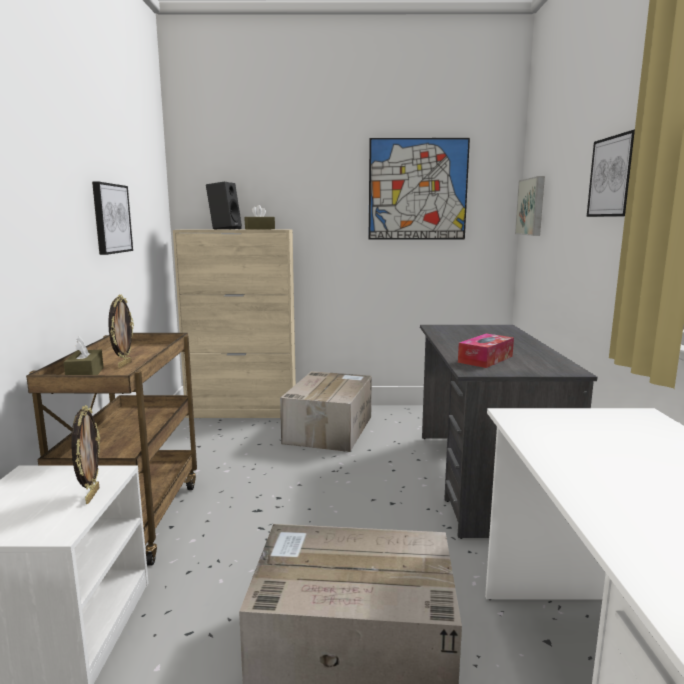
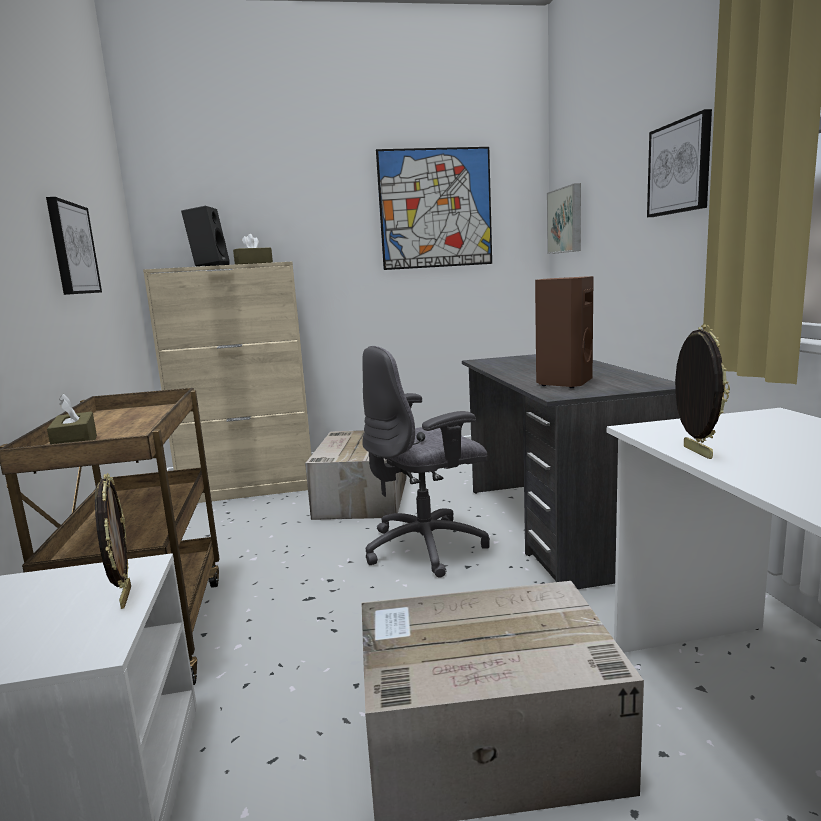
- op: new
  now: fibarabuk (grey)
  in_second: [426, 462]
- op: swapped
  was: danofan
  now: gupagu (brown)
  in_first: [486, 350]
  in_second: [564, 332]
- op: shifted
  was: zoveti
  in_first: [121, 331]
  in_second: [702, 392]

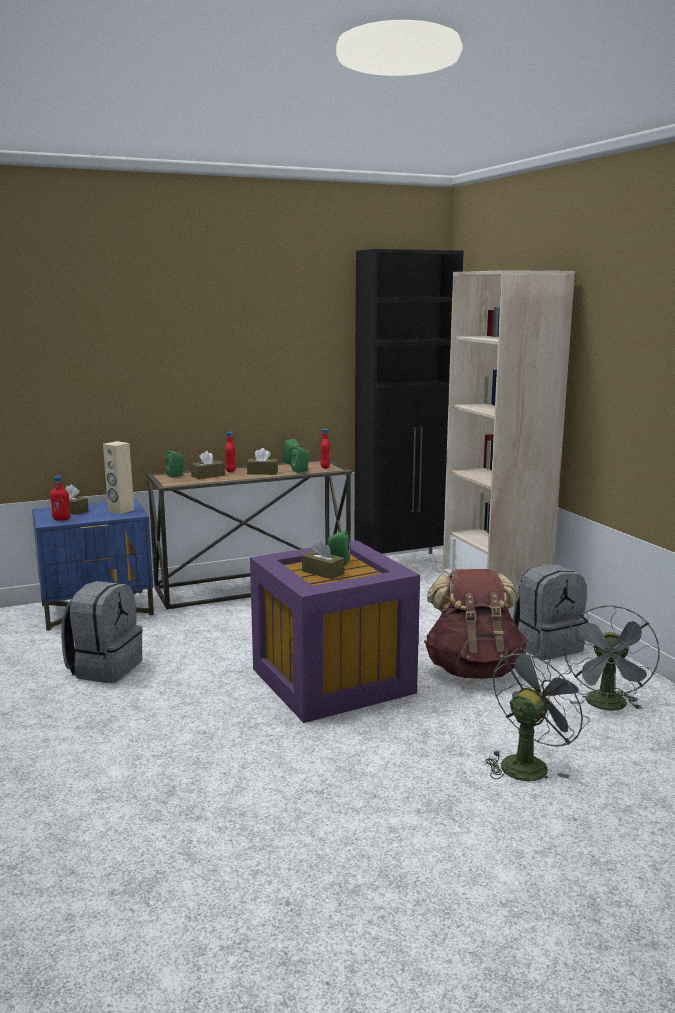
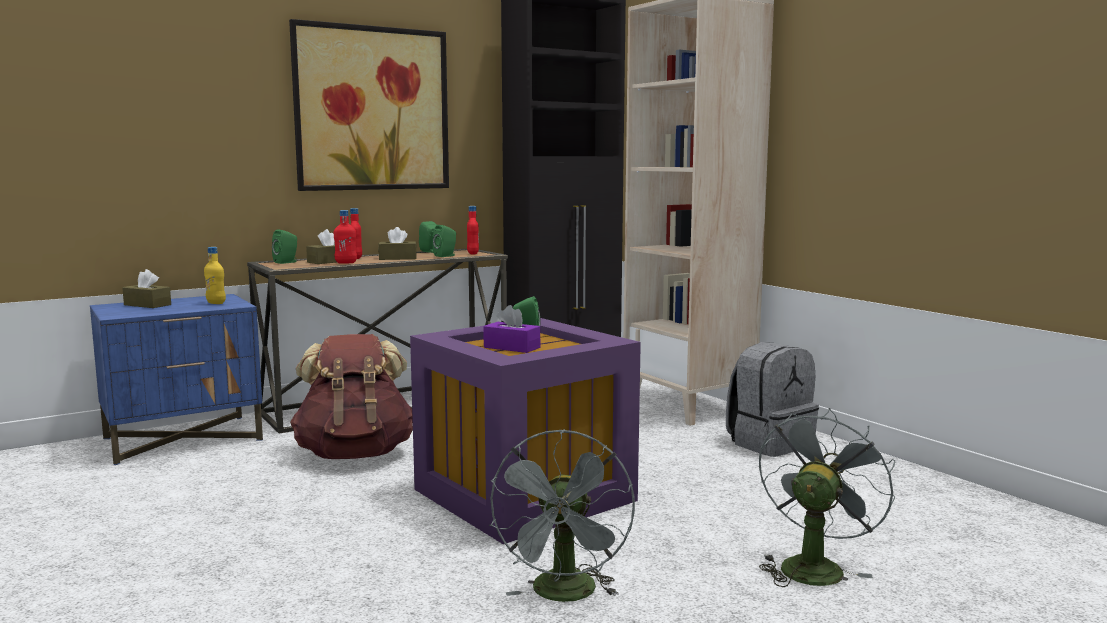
- op: swapped
  was: gupagu (beige)
  now: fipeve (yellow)
  in_first: [118, 477]
  in_second: [215, 275]
- op: new
  now: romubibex
  in_second: [369, 105]
- op: shifted
  was: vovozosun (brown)
  in_first: [475, 624]
  in_second: [351, 396]
- op: shifted
  was: fipeve (red)
  in_first: [60, 498]
  in_second: [345, 237]
- op: repainted
  was: danofan (brown)
  now: danofan (purple)
  in_first: [323, 560]
  in_second: [511, 329]
- op: shifted
  was: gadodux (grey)
  in_first: [612, 658]
  in_second: [562, 515]
- op: gone
  was: vovozosun (grey)
  in_first: [101, 632]

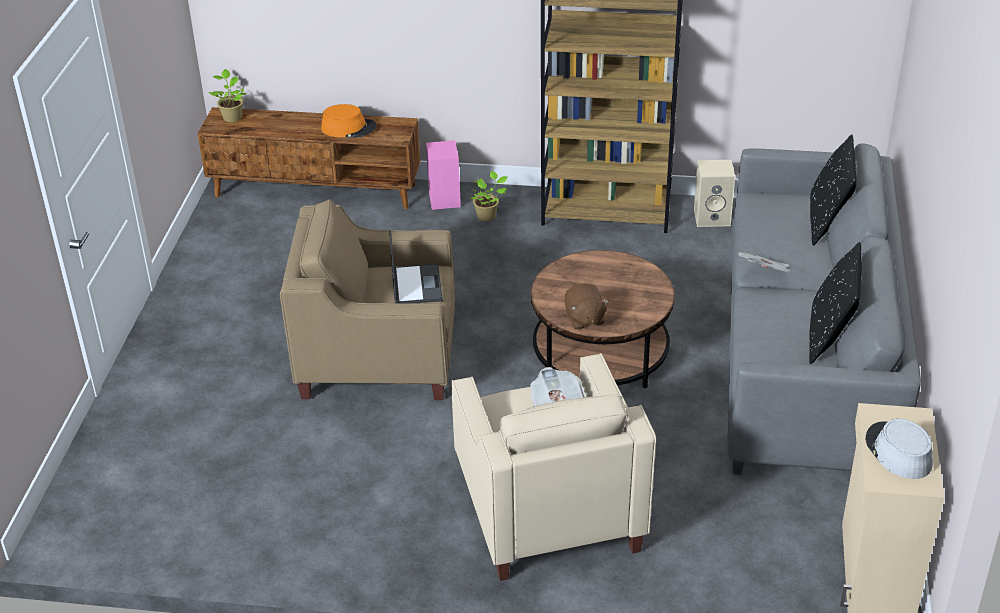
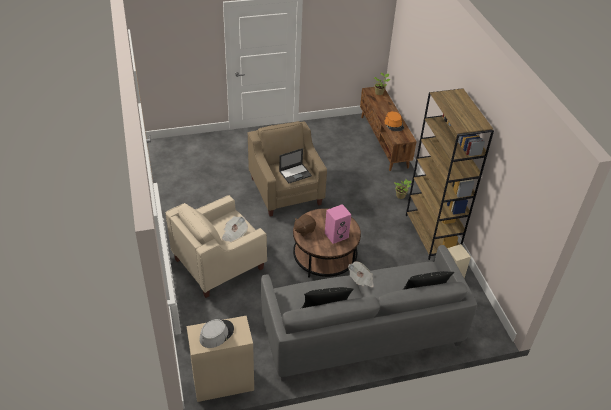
- op: shifted
  was: gupagu (pink)
  in_first: [443, 175]
  in_second: [338, 224]

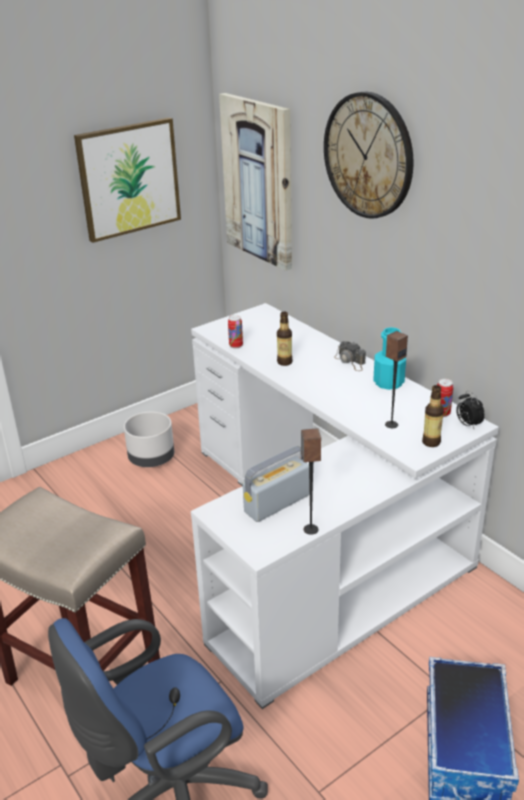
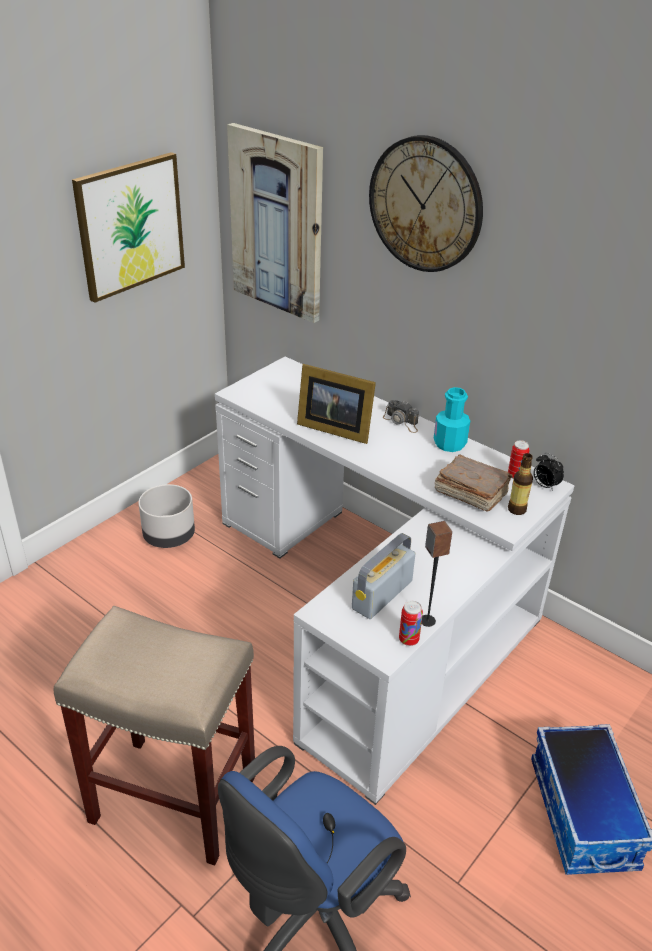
- op: swapped
  was: fipeve
  now: zoveti
  in_first: [284, 339]
  in_second: [336, 404]
- op: shifted
  was: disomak
  in_first: [235, 331]
  in_second: [411, 623]
- op: swapped
  was: gupagu
  now: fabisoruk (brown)
  in_first: [396, 379]
  in_second: [474, 483]

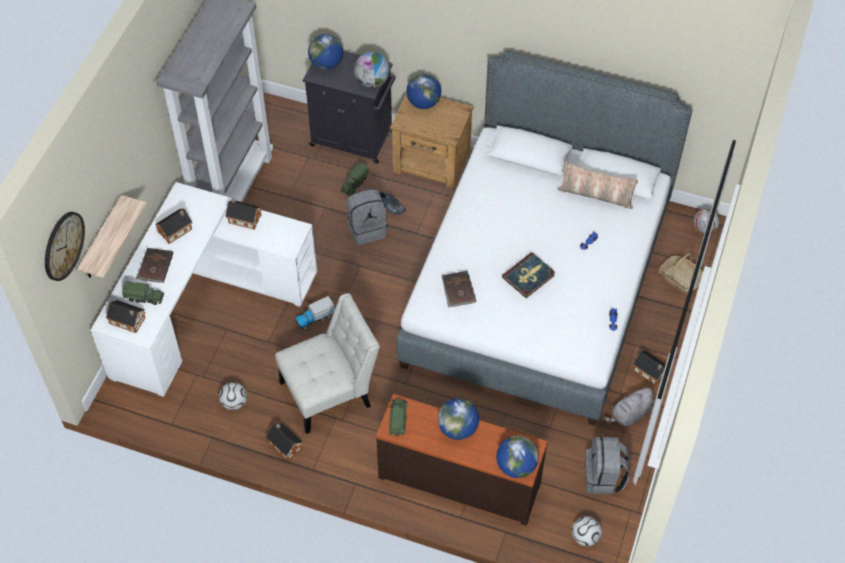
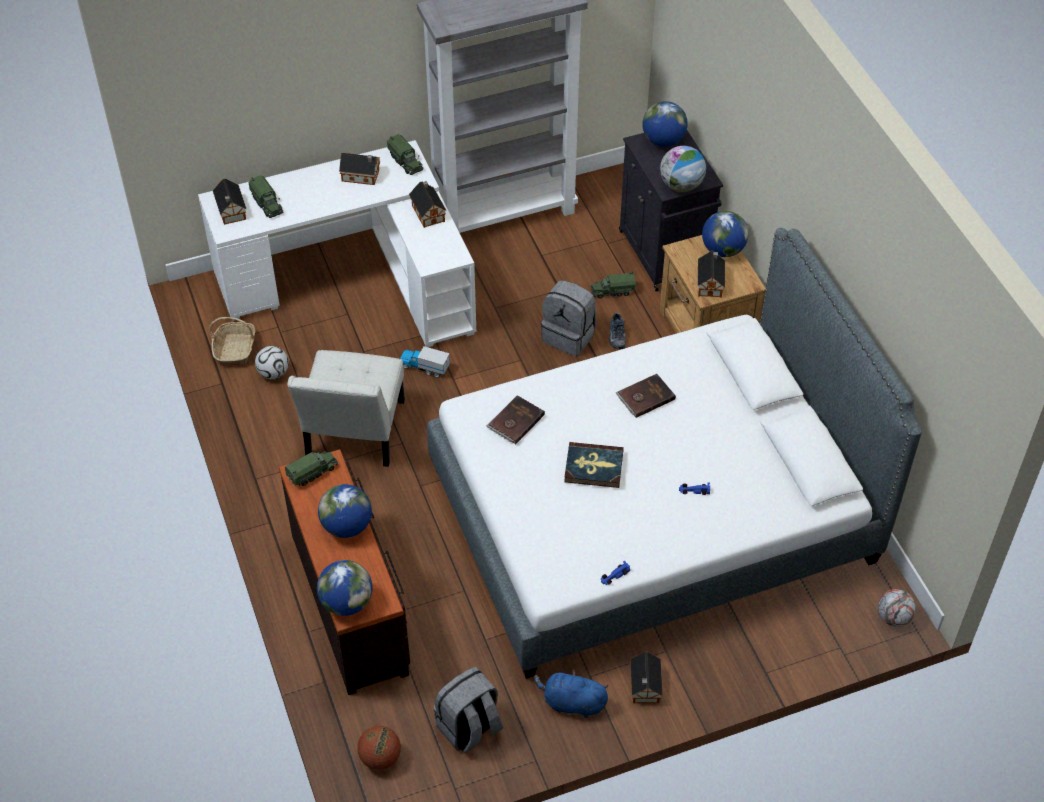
- op: shifted
  was: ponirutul
  in_first: [681, 273]
  in_second: [232, 341]
- op: rotated
  was: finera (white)
  in_first: [327, 363]
  in_second: [346, 408]
  clockwise: 75
- op: swapped
  was: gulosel
  now: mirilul
  in_first: [587, 531]
  in_second: [379, 748]
- op: new
  now: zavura
  in_second: [405, 154]
- op: repainted
  was: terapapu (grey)
  now: terapapu (blue)
  in_first: [629, 406]
  in_second: [571, 693]
- op: shifted
  was: fabisoruk (brown)
  in_first: [154, 265]
  in_second: [646, 396]
- op: shifted
  was: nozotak
  in_first: [284, 442]
  in_second: [711, 274]
- op: gone
  was: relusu
  in_first: [65, 246]
- op: gone
  was: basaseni
  in_first: [112, 236]
- op: gone
  was: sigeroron
  in_first: [598, 185]

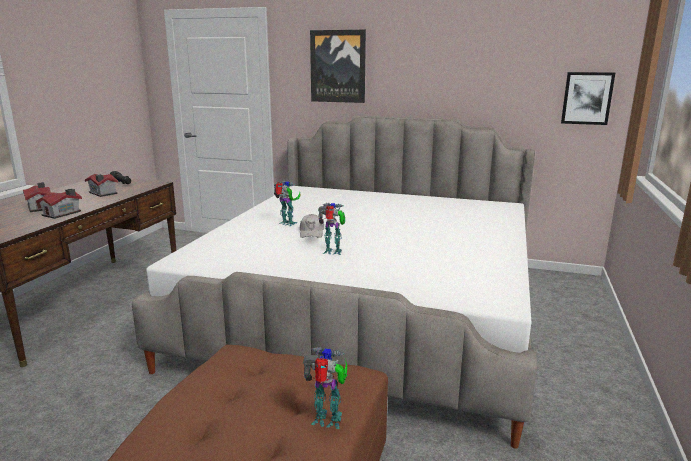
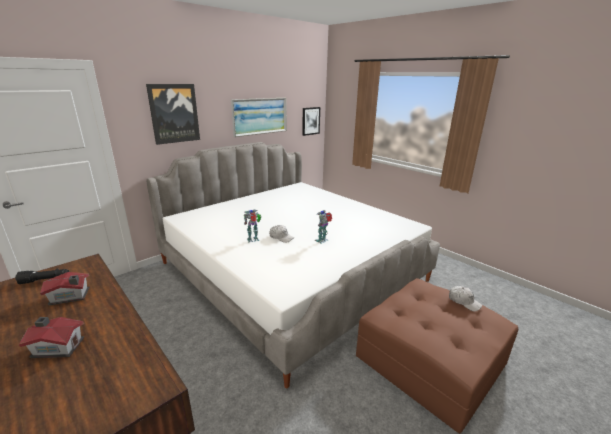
- op: new
  now: romubibex
  in_second: [259, 117]
- op: swapped
  was: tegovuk
  now: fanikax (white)
  in_first: [325, 388]
  in_second: [465, 299]
- op: gone
  was: nozotak
  in_first: [59, 204]

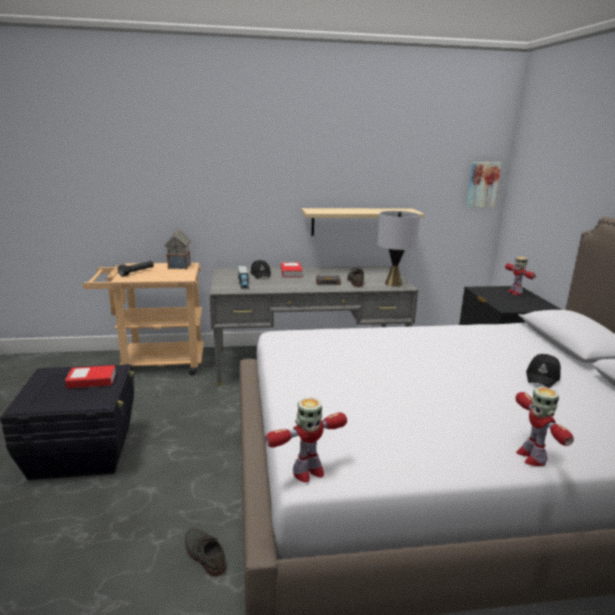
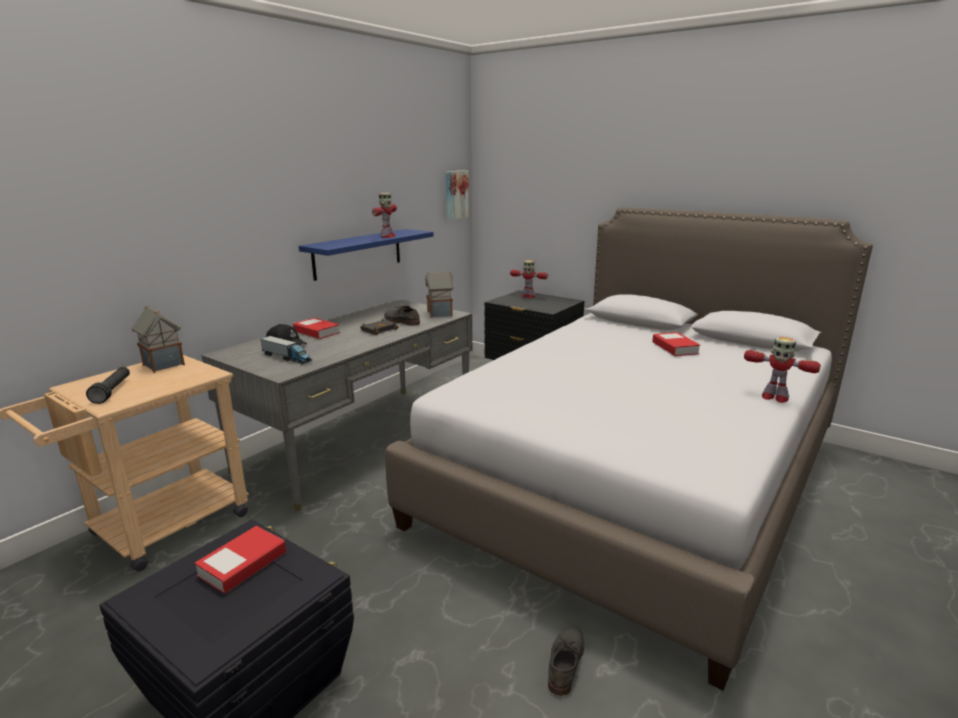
- op: repainted
  was: basaseni (beige)
  now: basaseni (blue)
  in_first: [363, 222]
  in_second: [366, 255]
- op: shifted
  was: tegovuk
  in_first: [306, 440]
  in_second: [384, 215]
- op: swapped
  was: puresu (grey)
  now: nozotak
  in_first: [398, 249]
  in_second: [439, 294]
- op: rotated
  was: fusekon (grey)
  in_first: [205, 552]
  in_second: [566, 661]
  clockwise: 105
- op: swapped
  was: fanikax (black)
  now: fabisoruk
  in_first: [543, 371]
  in_second: [676, 344]

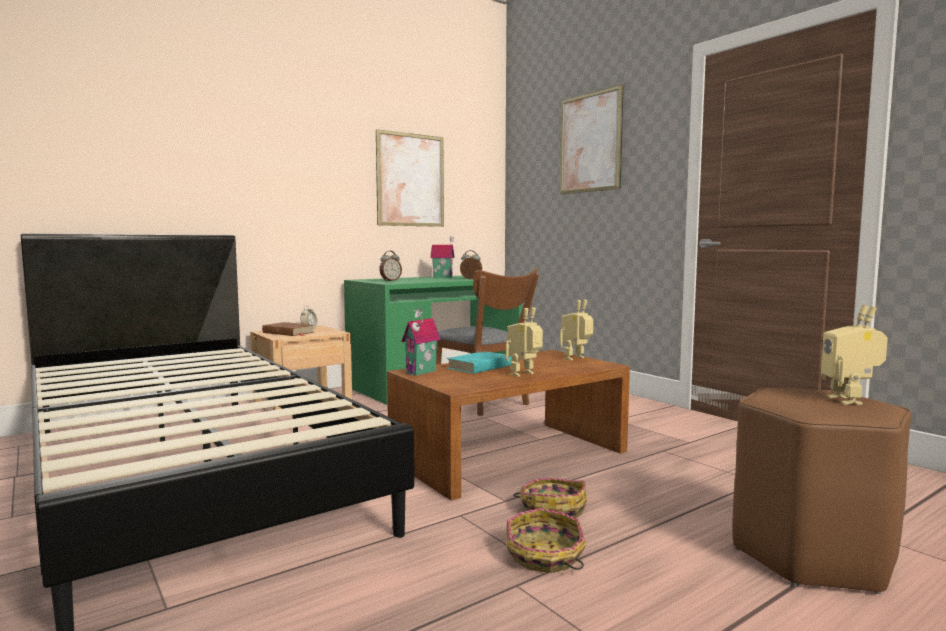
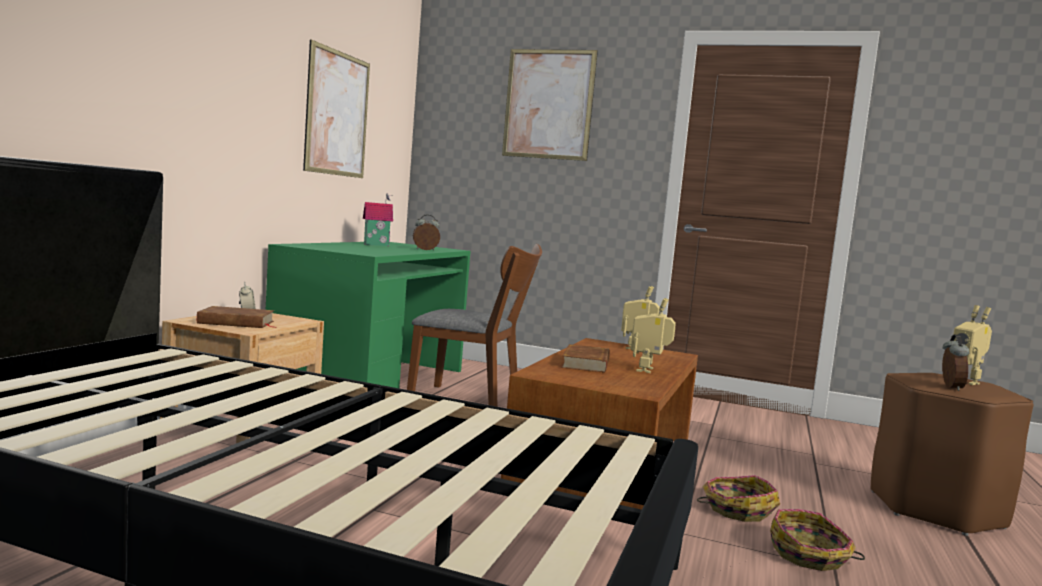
- op: repainted
  was: fabisoruk (turquoise)
  now: fabisoruk (brown)
  in_first: [479, 362]
  in_second: [585, 358]
- op: shifted
  was: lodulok
  in_first: [390, 266]
  in_second: [955, 363]
- op: gone
  was: nozotak
  in_first: [421, 342]

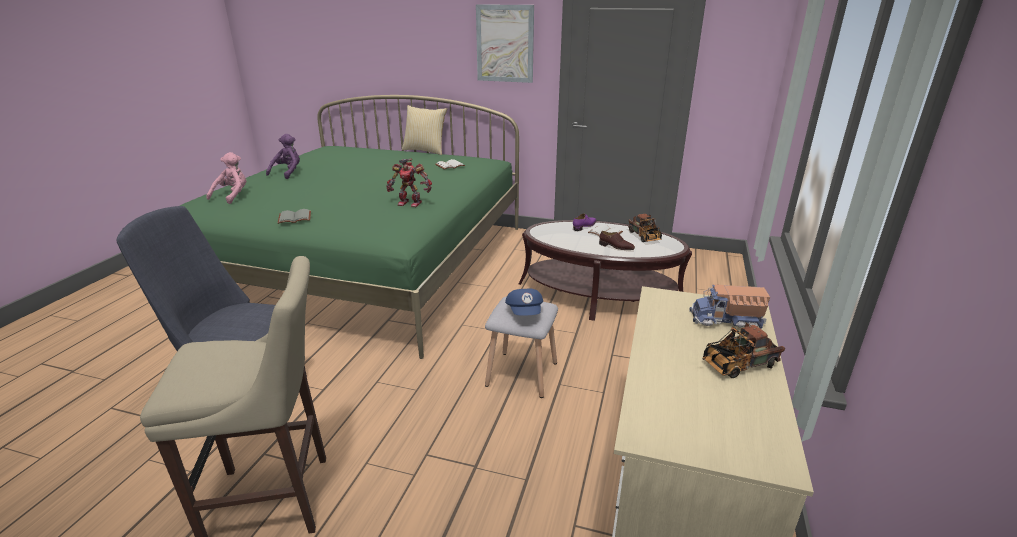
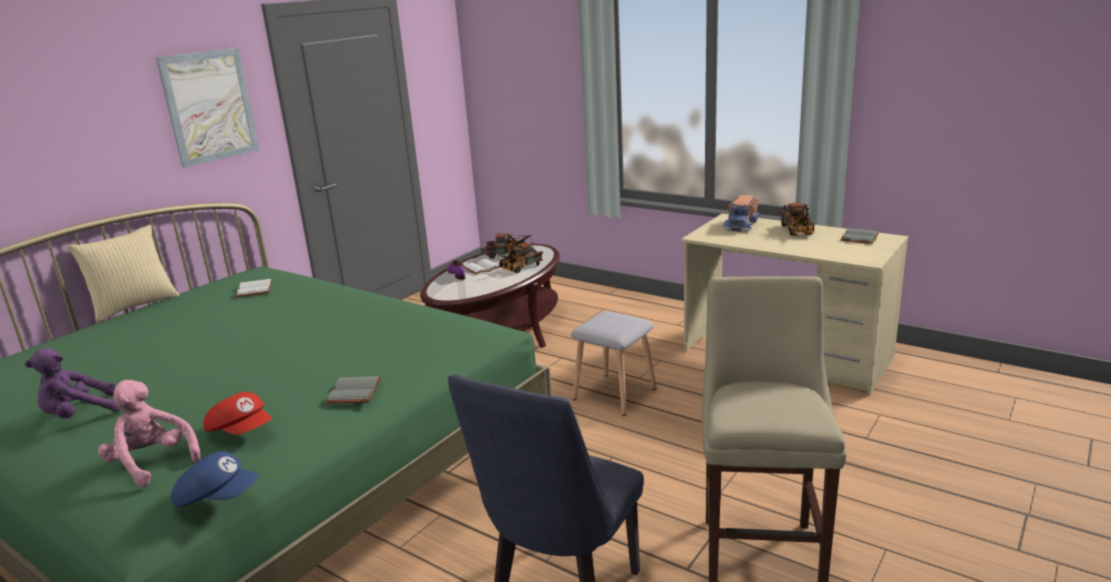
- op: rotated
  was: terapapu (purple)
  in_first: [283, 156]
  in_second: [73, 383]
  clockwise: -75
- op: shifted
  was: fanikax (blue)
  in_first: [524, 302]
  in_second: [215, 479]
- op: new
  now: fanikax (red)
  in_second: [237, 413]
- op: swapped
  was: fusekon (brown)
  now: zavura
  in_first: [617, 240]
  in_second: [520, 258]
- op: new
  now: fabisoruk (grey)
  in_second: [860, 236]
- op: gone
  was: tegovuk
  in_first: [409, 183]

